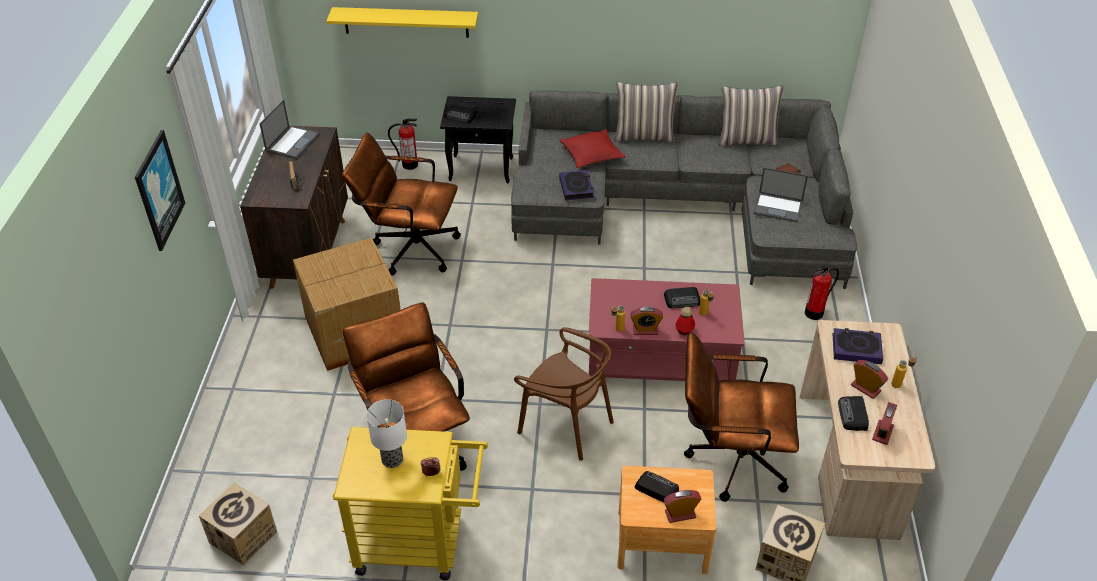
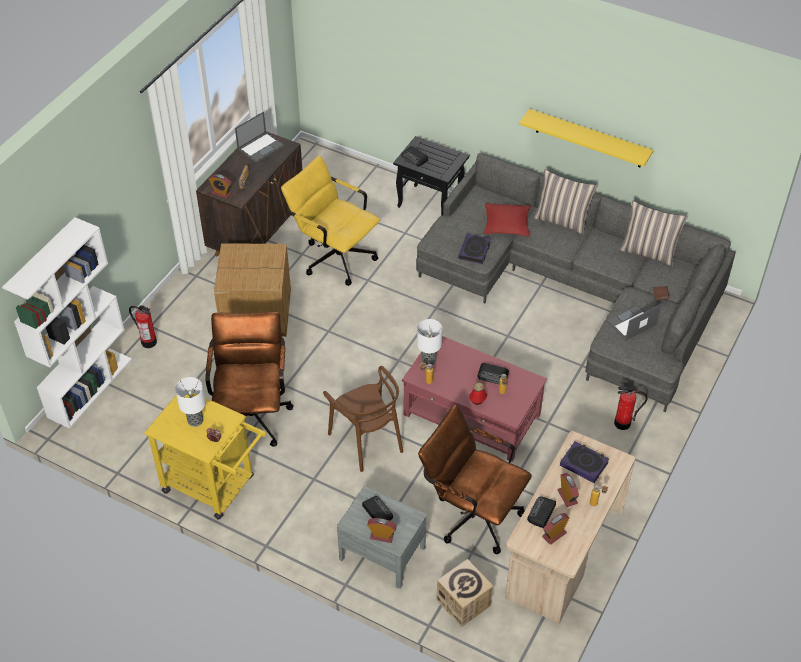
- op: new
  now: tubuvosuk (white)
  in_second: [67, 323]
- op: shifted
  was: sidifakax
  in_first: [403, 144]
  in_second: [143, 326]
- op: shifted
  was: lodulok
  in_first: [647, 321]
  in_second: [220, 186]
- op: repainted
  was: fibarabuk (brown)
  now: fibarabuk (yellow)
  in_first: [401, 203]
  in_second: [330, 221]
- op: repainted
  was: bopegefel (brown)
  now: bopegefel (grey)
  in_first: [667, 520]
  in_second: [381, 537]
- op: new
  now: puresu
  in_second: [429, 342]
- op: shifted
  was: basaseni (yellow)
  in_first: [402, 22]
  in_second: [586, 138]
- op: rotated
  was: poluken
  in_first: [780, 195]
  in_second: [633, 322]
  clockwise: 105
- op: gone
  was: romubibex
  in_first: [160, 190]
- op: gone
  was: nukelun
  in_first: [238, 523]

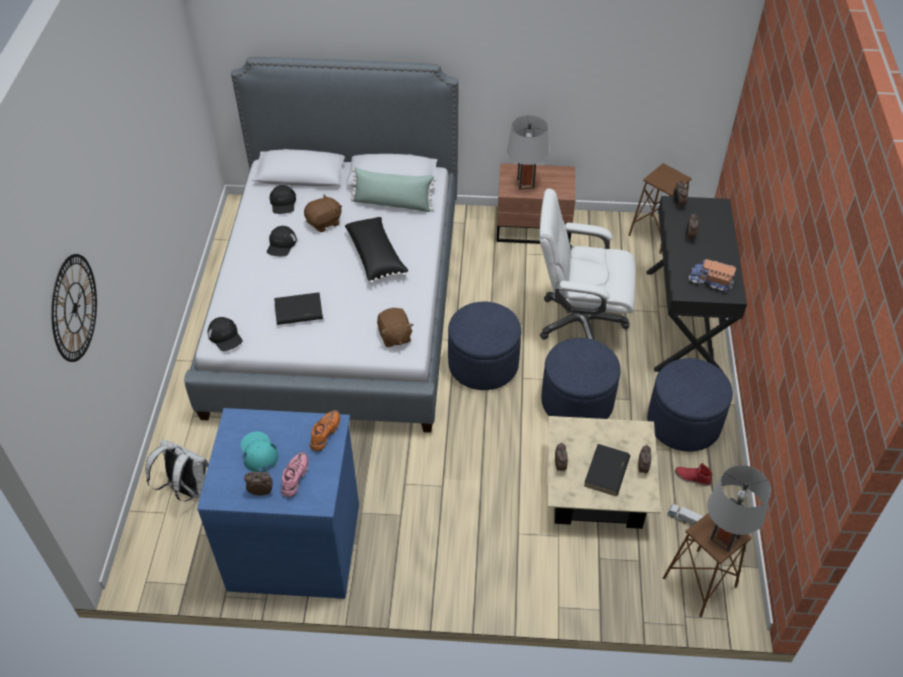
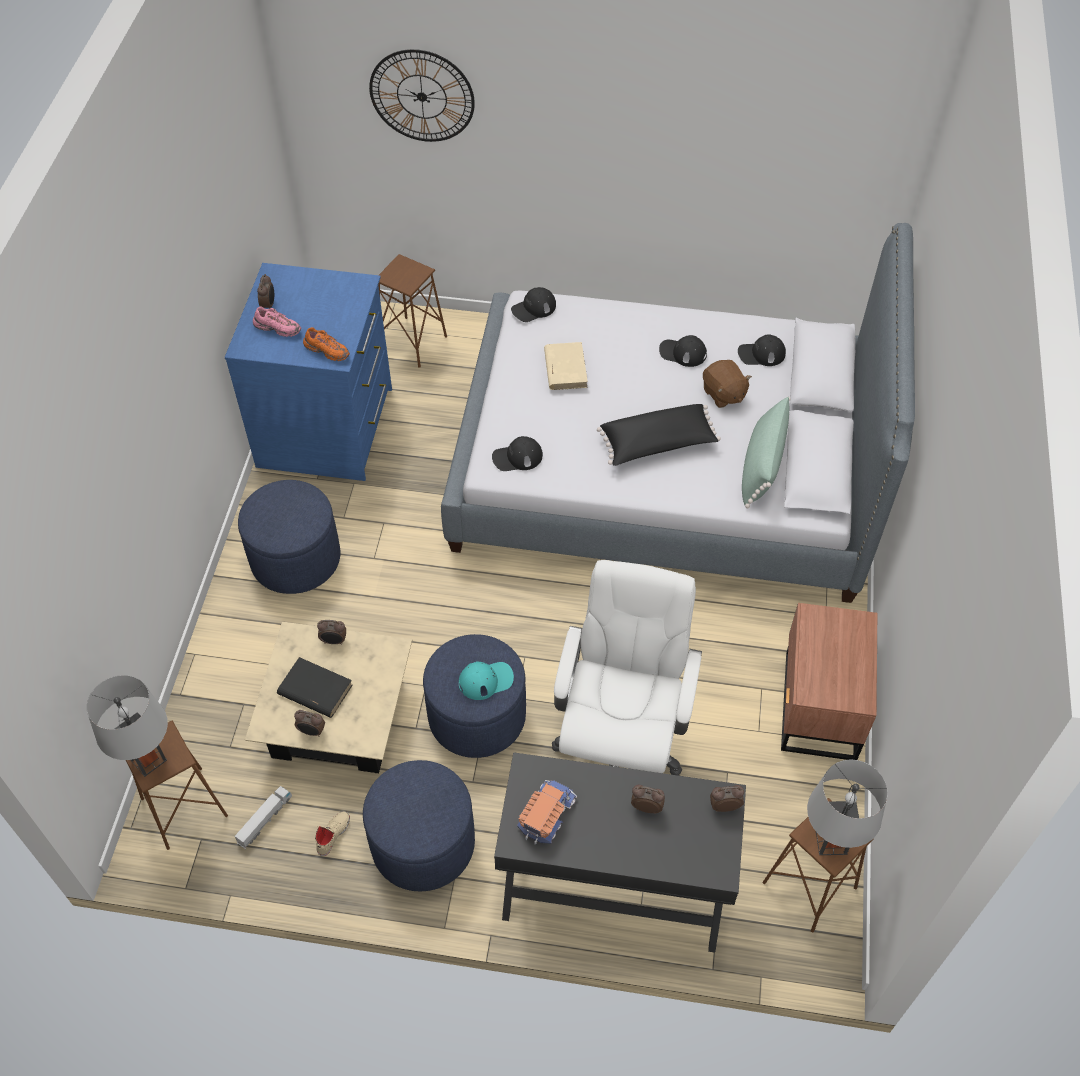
- op: shifted
  was: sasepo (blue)
  in_first: [484, 346]
  in_second: [289, 537]
- op: repainted
  was: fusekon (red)
  now: fusekon (beige)
  in_first: [693, 474]
  in_second: [332, 833]
- op: swapped
  was: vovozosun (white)
  now: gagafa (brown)
  in_first: [177, 470]
  in_second: [412, 311]
- op: shifted
  was: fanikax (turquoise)
  in_first: [259, 452]
  in_second: [486, 680]
- op: swapped
  was: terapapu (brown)
  now: fanikax (black)
  in_first: [395, 327]
  in_second: [517, 453]
- op: repainted
  was: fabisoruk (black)
  now: fabisoruk (beige)
  in_first: [298, 308]
  in_second: [566, 366]
- op: shifted
  was: puresu (grey)
  in_first: [528, 152]
  in_second: [847, 807]

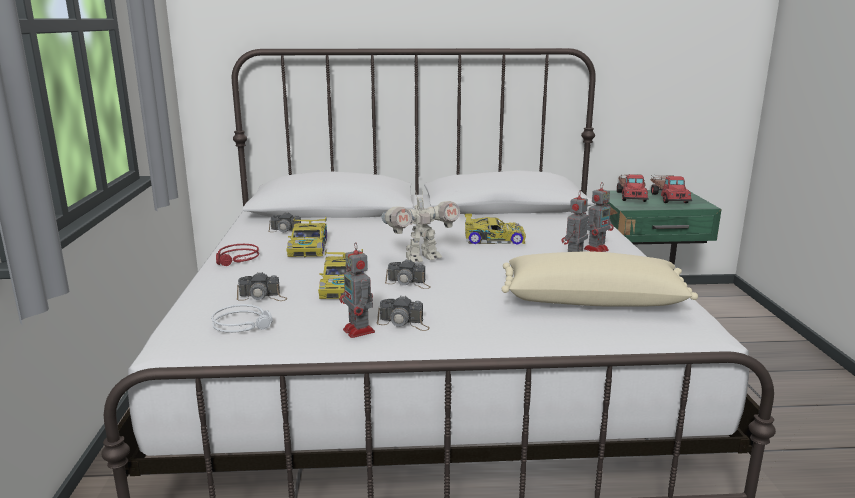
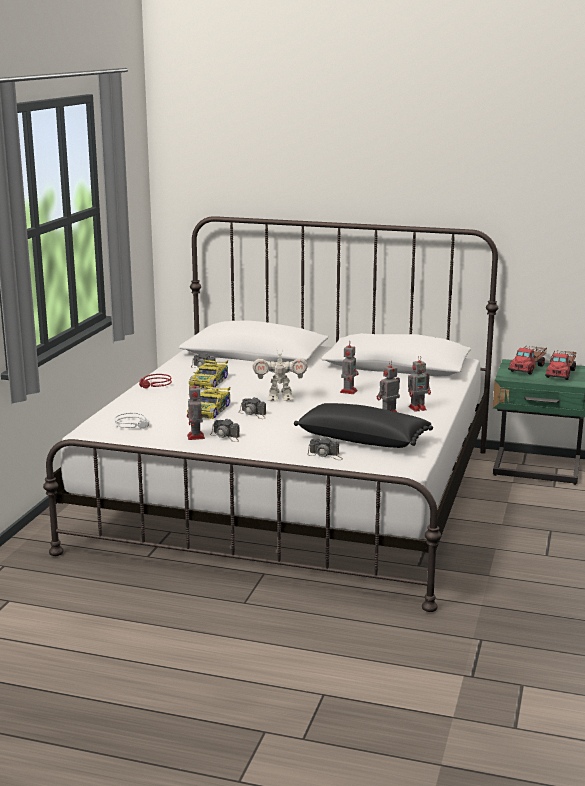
- op: repainted
  was: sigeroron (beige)
  now: sigeroron (black)
  in_first: [600, 279]
  in_second: [363, 425]
- op: shifted
  was: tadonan
  in_first: [262, 286]
  in_second: [325, 448]
- op: swapped
  was: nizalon
  now: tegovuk
  in_first: [495, 229]
  in_second: [349, 367]

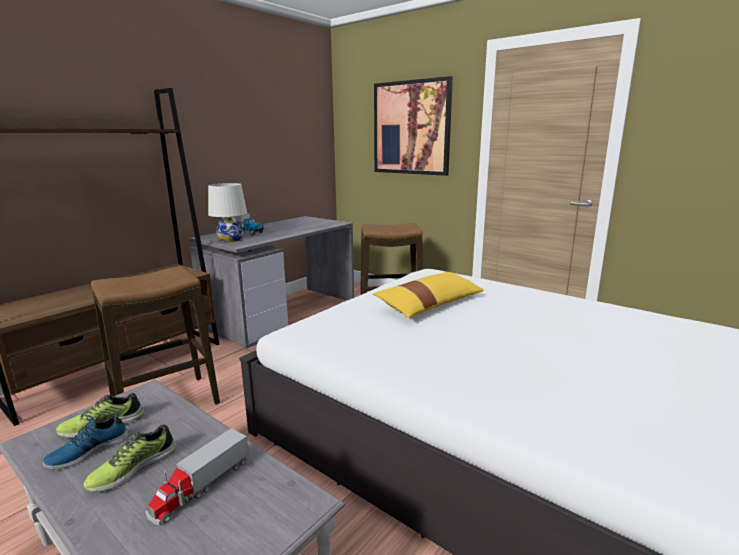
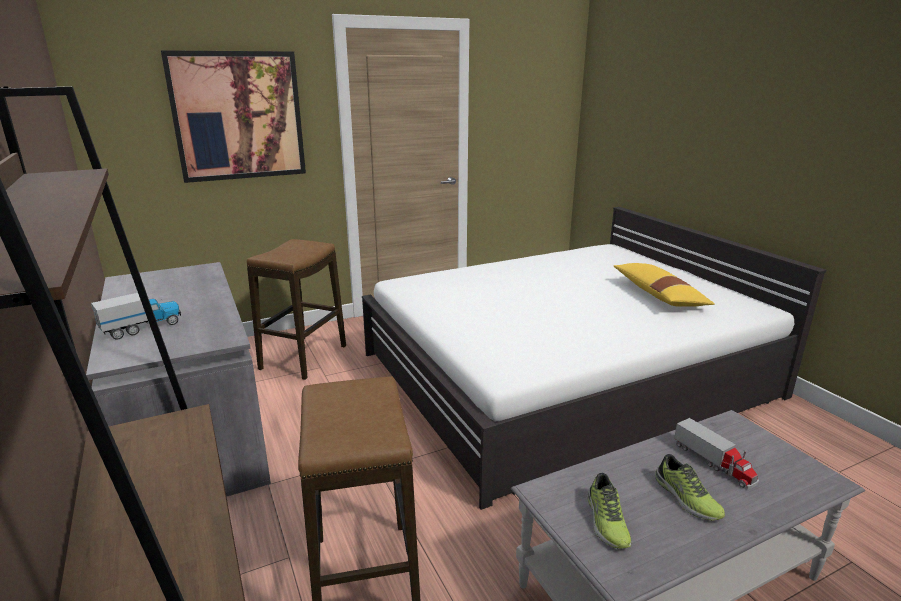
- op: shifted
  was: sigeroron (yellow)
  in_first: [428, 295]
  in_second: [664, 285]
- op: gone
  was: fusekon
  in_first: [85, 440]
- op: gone
  was: puresu (white)
  in_first: [227, 212]

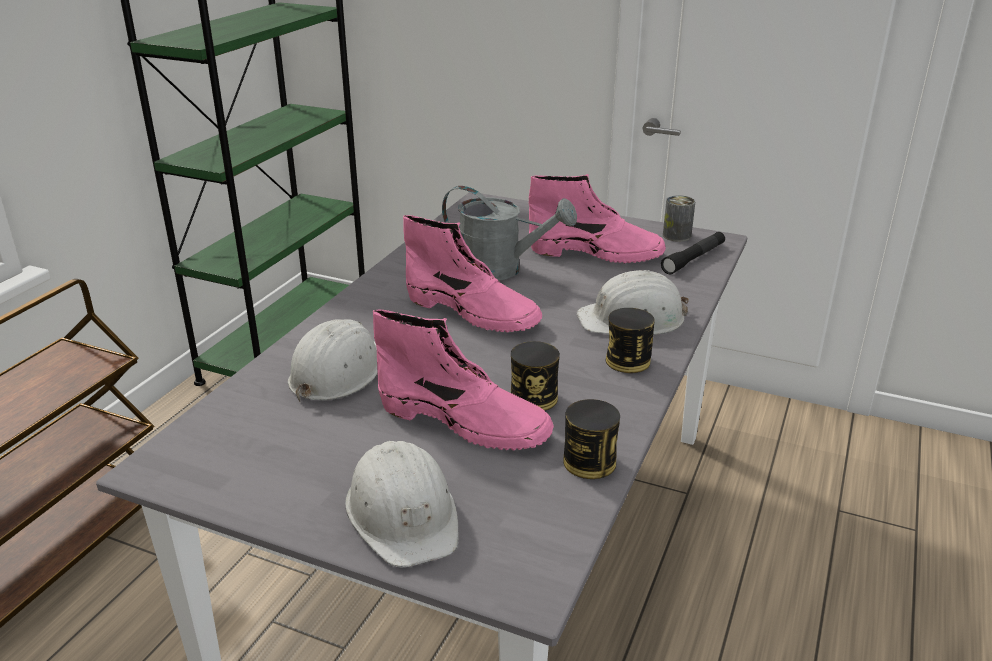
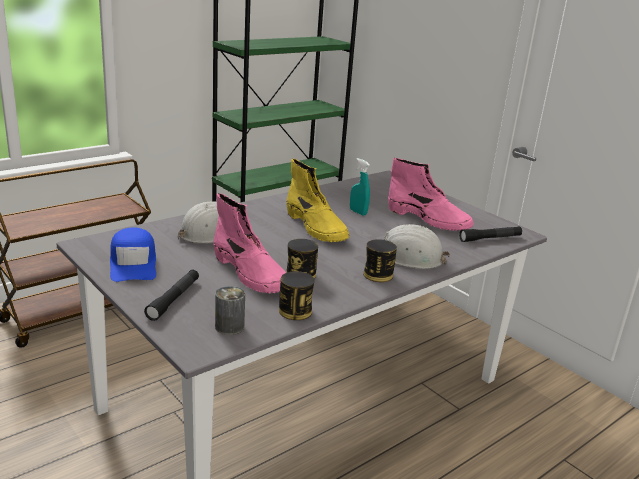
- op: new
  now: fanikax (blue)
  in_second: [133, 254]
- op: swapped
  was: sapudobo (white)
  now: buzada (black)
  in_first: [401, 504]
  in_second: [171, 295]
- op: shifted
  was: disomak
  in_first: [679, 218]
  in_second: [230, 310]
- op: repainted
  was: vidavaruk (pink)
  now: vidavaruk (yellow)
  in_first: [472, 273]
  in_second: [318, 200]
- op: swapped
  was: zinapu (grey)
  now: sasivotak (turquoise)
  in_first: [509, 233]
  in_second: [360, 187]

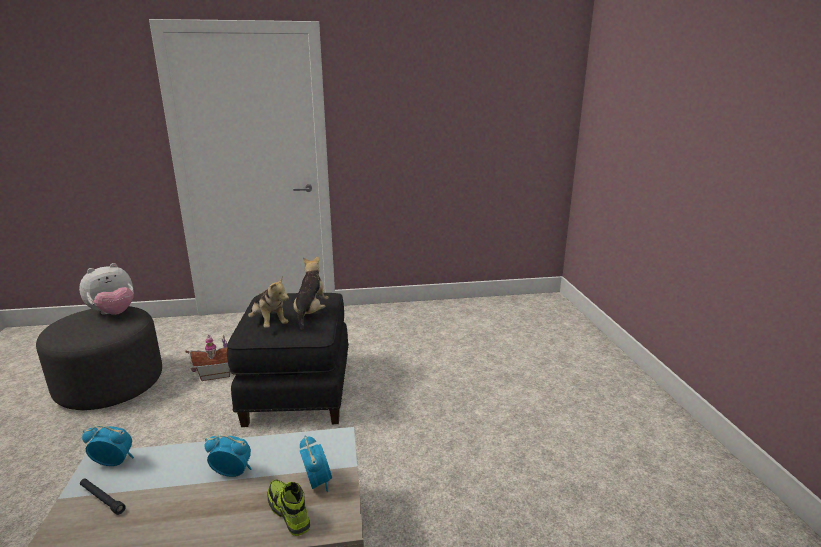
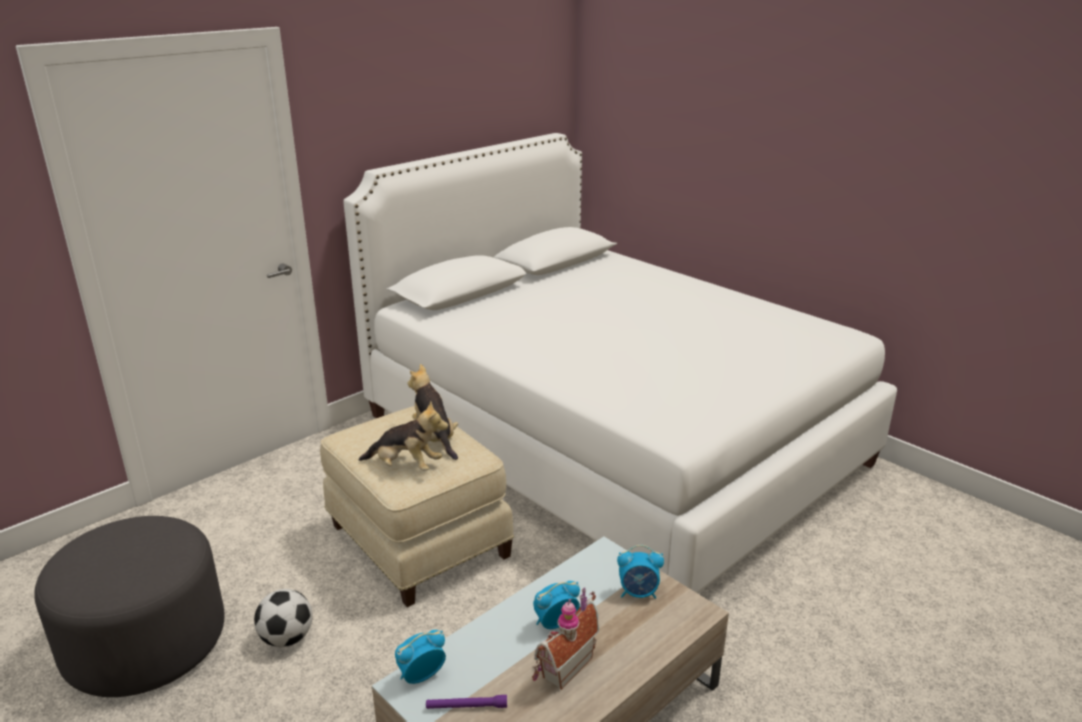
- op: new
  now: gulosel
  in_second: [283, 618]
- op: repainted
  was: sasepo (black)
  now: sasepo (beige)
  in_first: [288, 360]
  in_second: [417, 506]
- op: new
  now: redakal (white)
  in_second: [620, 363]
- op: repainted
  was: buzada (black)
  now: buzada (purple)
  in_first: [103, 496]
  in_second: [466, 702]
- op: shifted
  was: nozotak
  in_first: [207, 358]
  in_second: [565, 638]
- op: rotated
  was: lodulok
  in_first: [316, 463]
  in_second: [640, 572]
  clockwise: 150
- op: gone
  was: terapapu
  in_first: [106, 289]
- op: gone
  was: fusekon
  in_first: [289, 507]

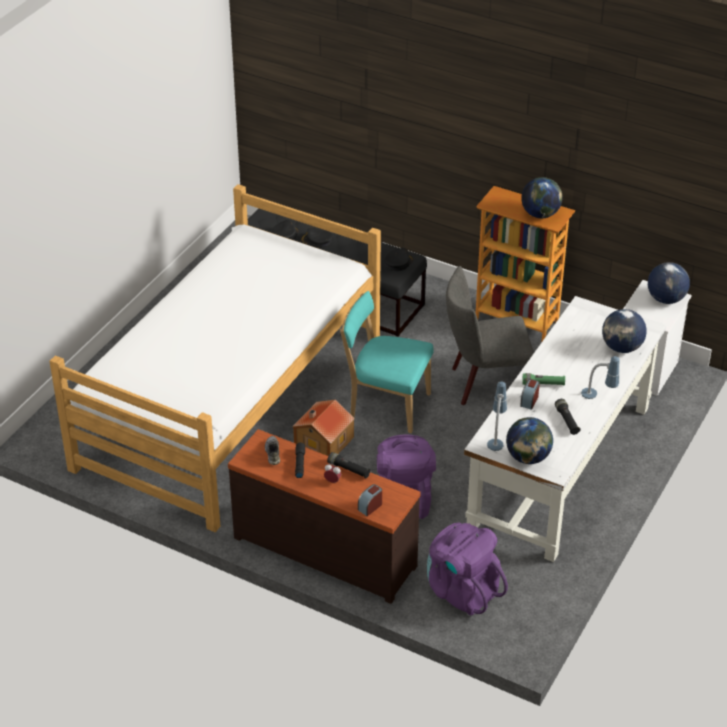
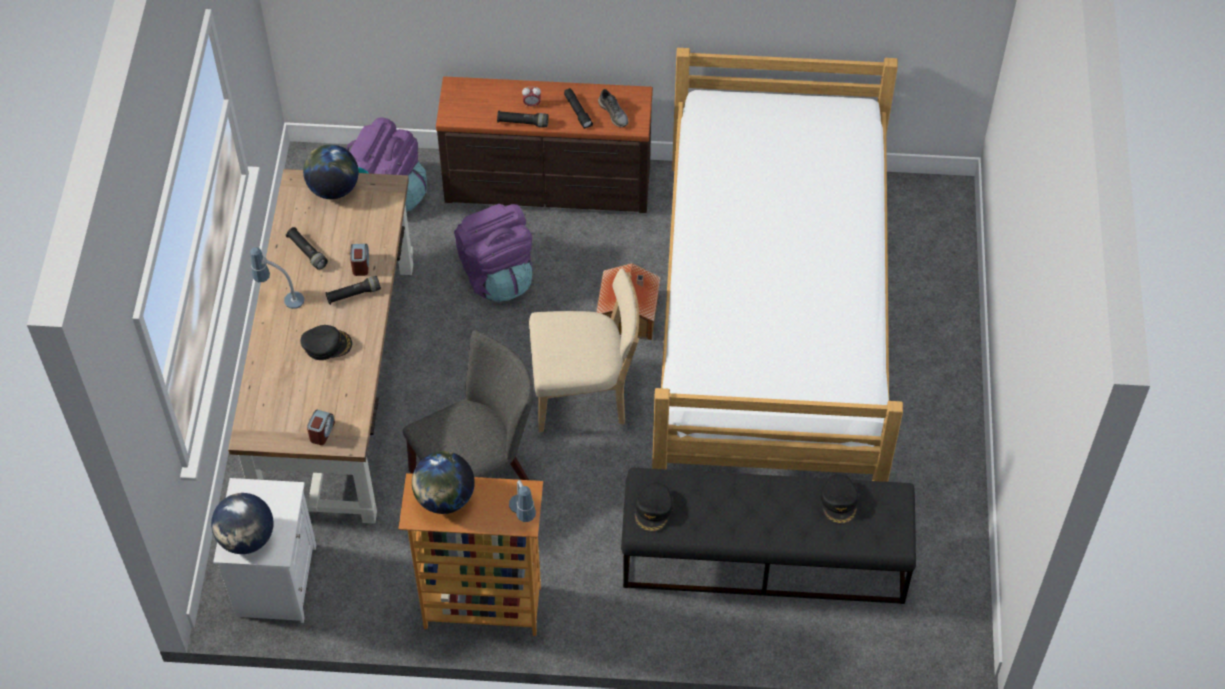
- op: repainted
  was: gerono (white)
  now: gerono (brown)
  in_first: [565, 429]
  in_second: [320, 346]
- op: shifted
  was: fanikax (black)
  in_first: [317, 237]
  in_second: [326, 342]
- op: shifted
  was: lodulok
  in_first: [370, 500]
  in_second: [321, 427]
- op: repainted
  was: buzada (green)
  now: buzada (black)
  in_first: [543, 379]
  in_second: [353, 290]
- op: shifted
  was: puresu
  in_first: [497, 416]
  in_second: [522, 501]
- op: repainted
  was: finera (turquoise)
  now: finera (beige)
  in_first: [387, 362]
  in_second: [584, 350]
- op: gone
  was: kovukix
  in_first: [624, 331]

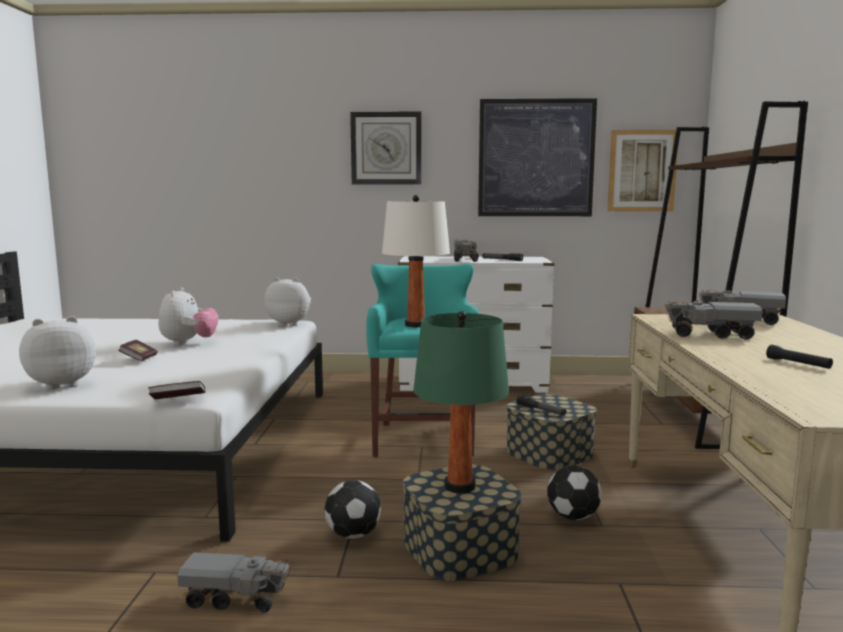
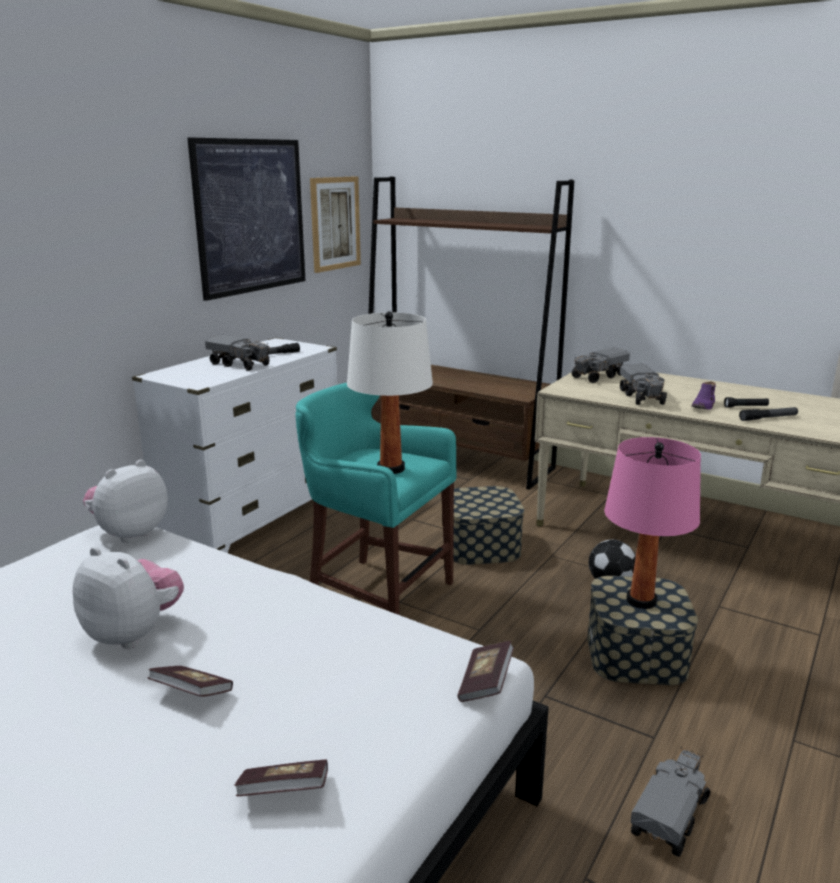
- op: swapped
  was: terapapu
  now: fabisoruk
  in_first: [57, 353]
  in_second: [281, 777]
- op: repainted
  was: puresu (green)
  now: puresu (pink)
  in_first: [461, 402]
  in_second: [652, 523]
- op: rotated
  was: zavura
  in_first: [714, 319]
  in_second: [643, 384]
  clockwise: -45
- op: new
  now: fusekon (purple)
  in_second: [704, 395]
- op: shifted
  was: buzada
  in_first: [541, 405]
  in_second: [768, 414]
- op: gone
  was: gulosel
  in_first: [353, 509]
- op: gone
  was: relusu
  in_first: [386, 147]

